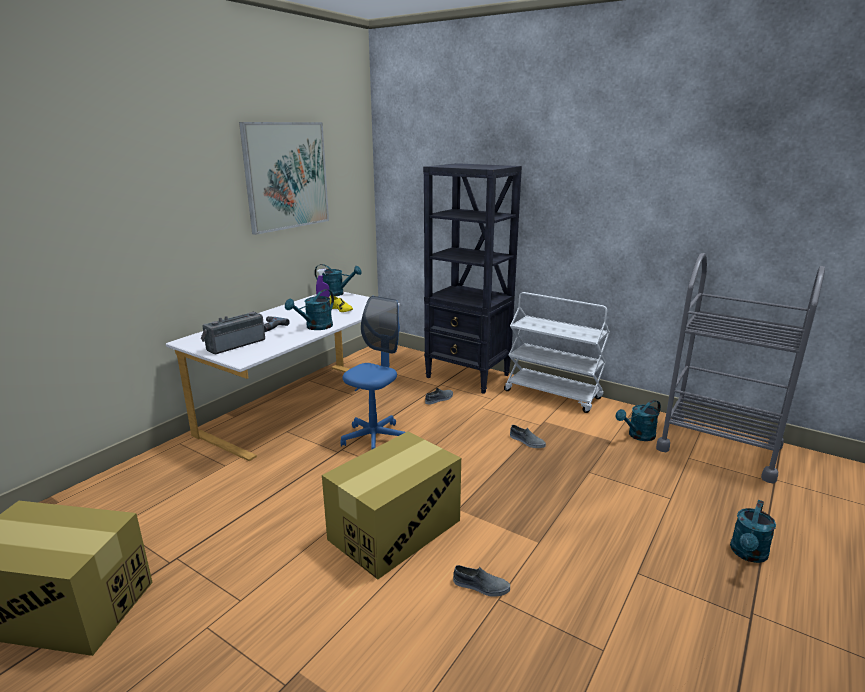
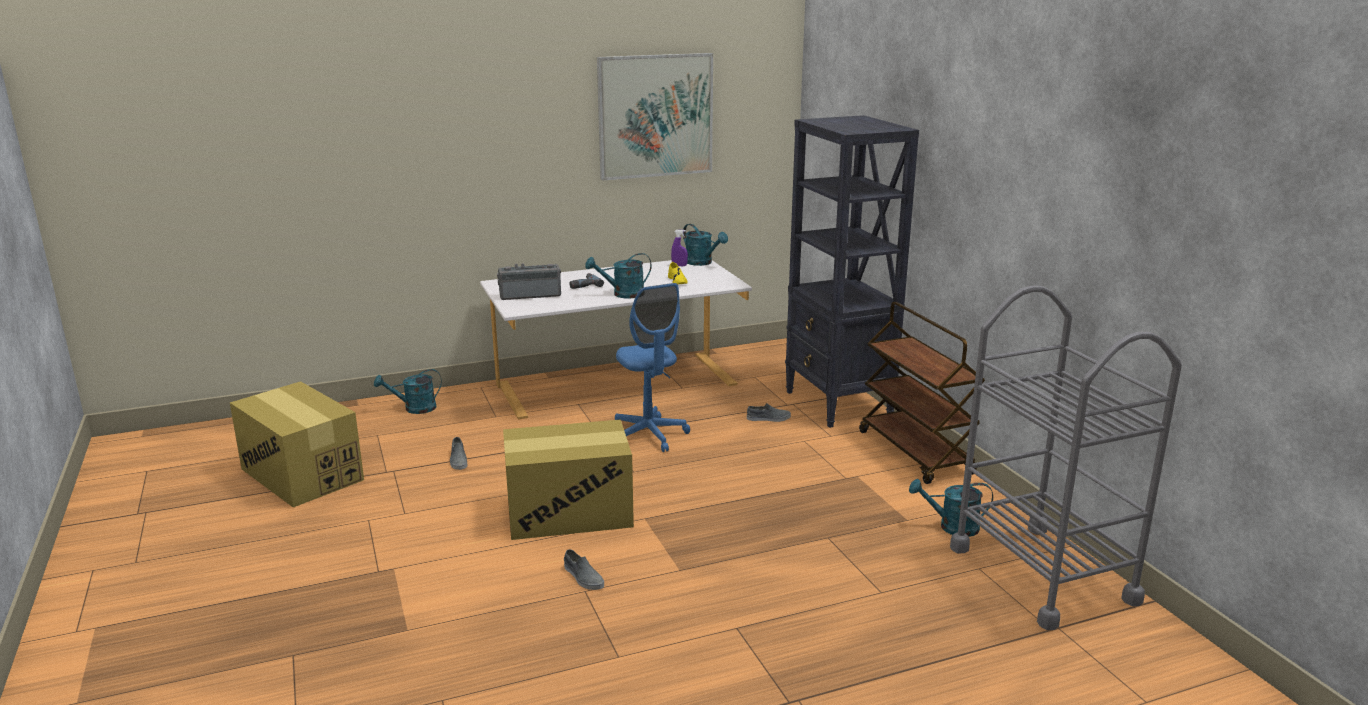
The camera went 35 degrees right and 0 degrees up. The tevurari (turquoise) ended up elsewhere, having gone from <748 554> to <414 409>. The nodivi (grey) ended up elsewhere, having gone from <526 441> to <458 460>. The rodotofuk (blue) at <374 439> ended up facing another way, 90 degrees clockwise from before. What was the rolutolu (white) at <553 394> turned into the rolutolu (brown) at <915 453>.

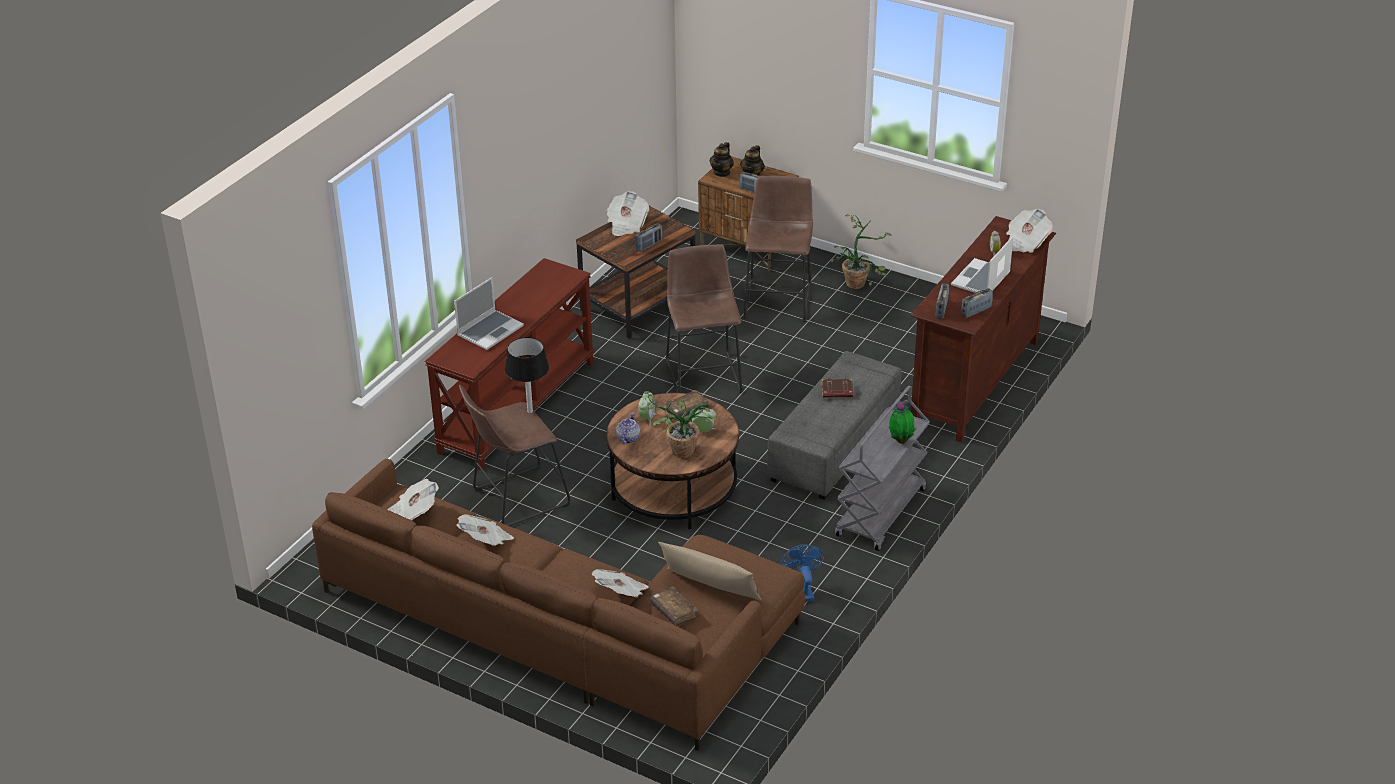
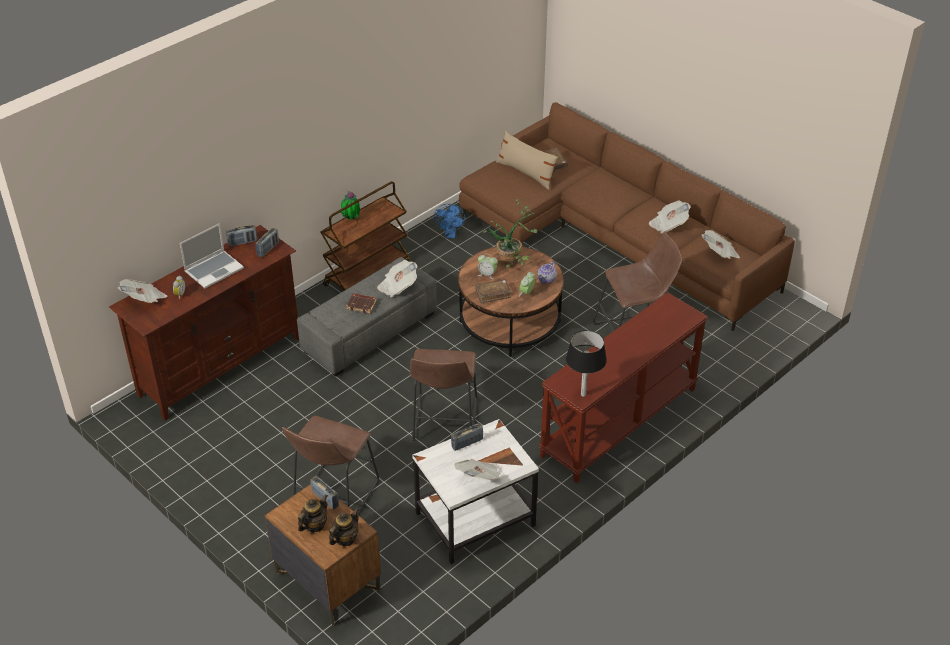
The camera went 165 degrees left and 5 degrees up. What was the rolutolu (grey) at <881 514> turned into the rolutolu (brown) at <367 274>. The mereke ended up elsewhere, having gone from <621 593> to <397 287>. What was the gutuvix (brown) at <637 305> turned into the gutuvix (white) at <475 521>. The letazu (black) ended up elsewhere, having gone from <530 412> to <583 394>. The second view lost the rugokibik at <490 330>. The second view lost the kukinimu at <860 282>.

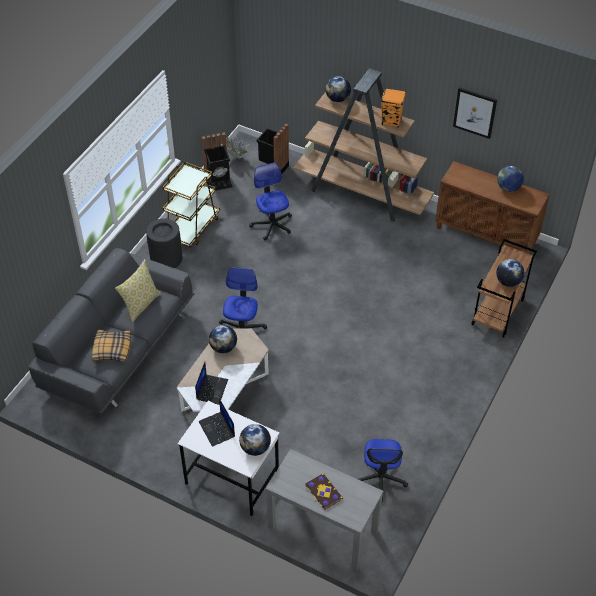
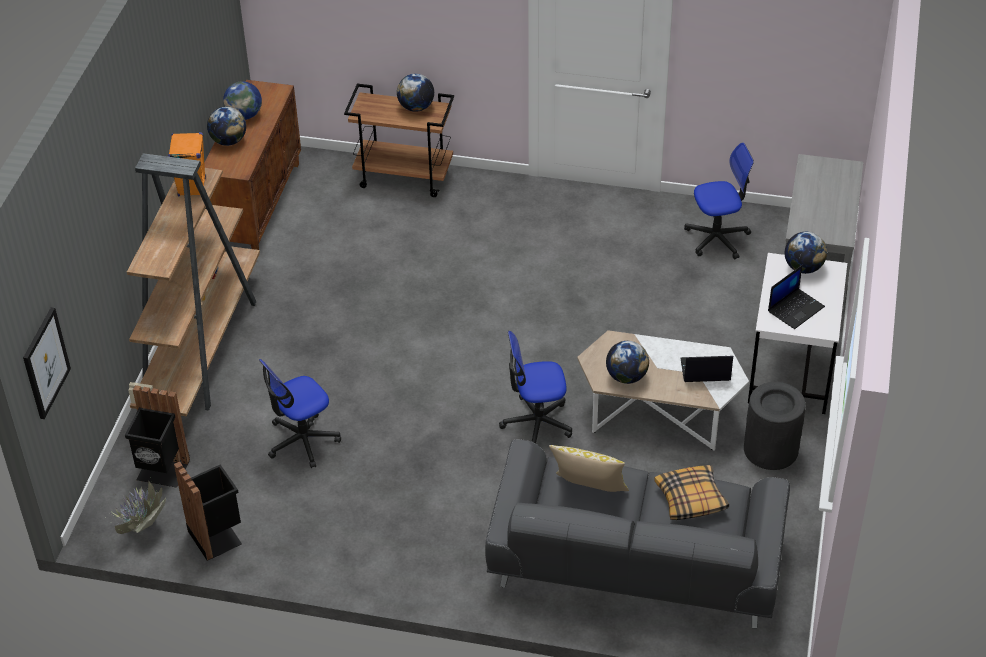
The camera went 105 degrees left and 5 degrees down. The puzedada ended up elsewhere, having gone from <475 112> to <45 363>. The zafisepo ended up elsewhere, having gone from <337 99> to <229 141>. The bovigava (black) ended up elsewhere, having gone from <166 258> to <771 449>. The second view lost the rolutolu (brown) at <192 227>. The second view lost the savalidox at <323 492>.

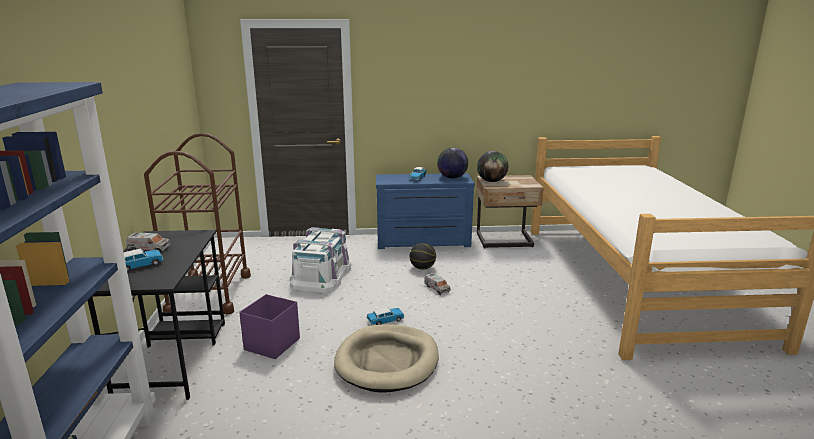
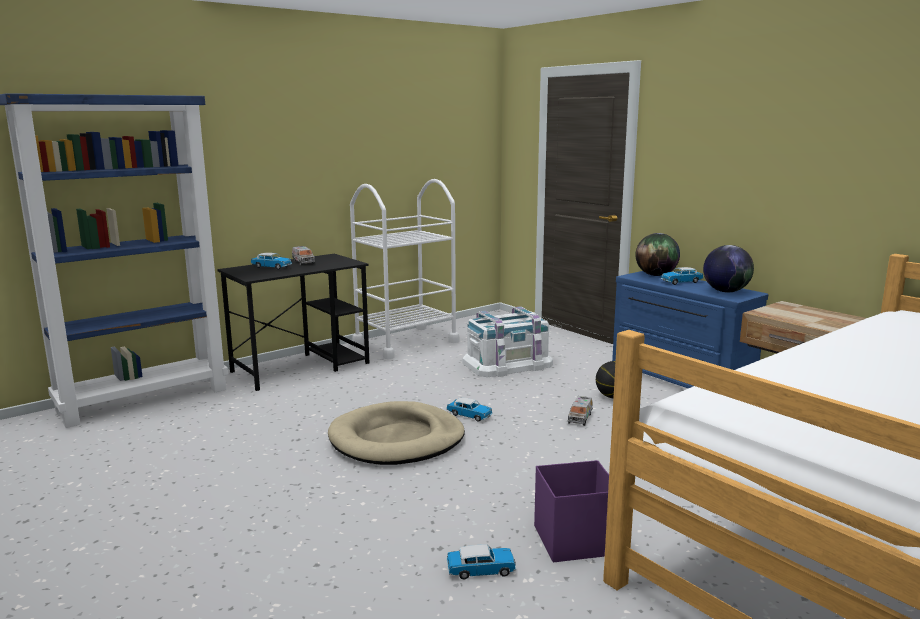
The camera went 55 degrees right and 5 degrees down. What was the rolutolu (brown) at <209 294> turned into the rolutolu (white) at <405 342>. The second view gained the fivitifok at <481 570>. The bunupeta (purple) ended up elsewhere, having gone from <271 344> to <573 540>. The zafisepo ended up elsewhere, having gone from <492 181> to <656 275>.

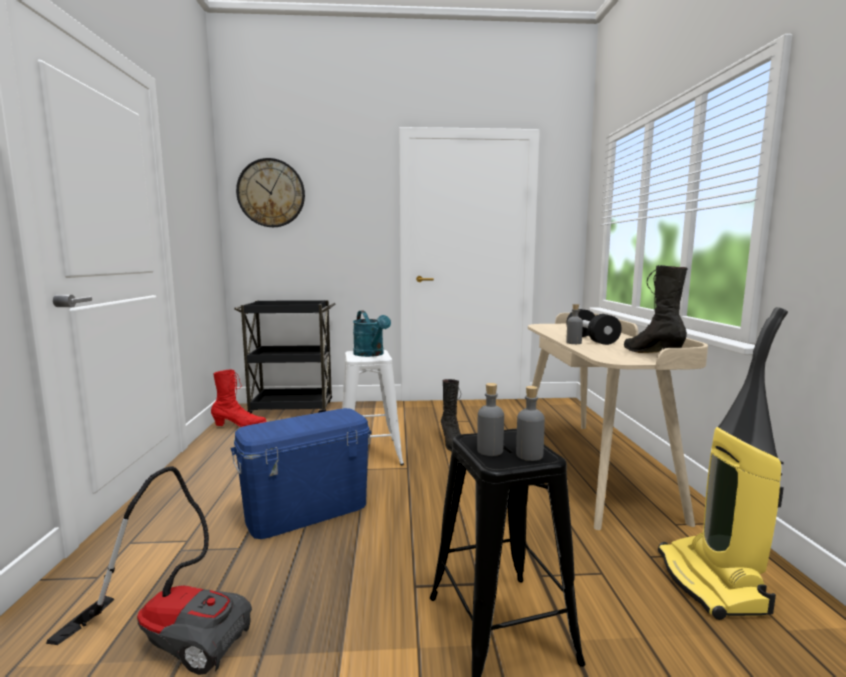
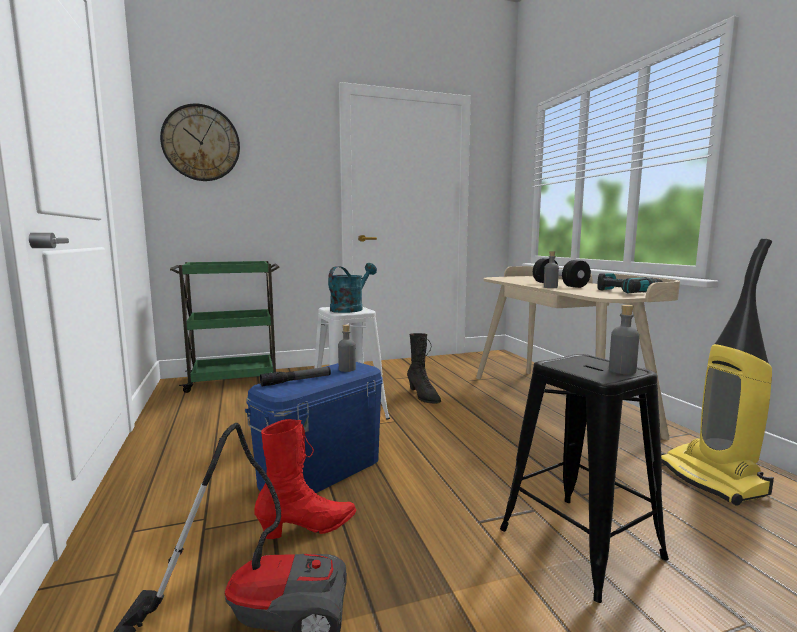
The camera went 15 degrees left and 0 degrees up. What was the rolutolu (black) at <292 410> turned into the rolutolu (green) at <234 380>. The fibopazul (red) ended up elsewhere, having gone from <239 425> to <309 528>. The second view gained the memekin at <296 381>. The tevurari (turquoise) at <371 354> ended up facing another way, 105 degrees counterclockwise from before. The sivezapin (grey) ended up elsewhere, having gone from <490 451> to <347 369>. Where the fibopazul (black) stood at <651 354>, the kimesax came to stand at <628 292>.

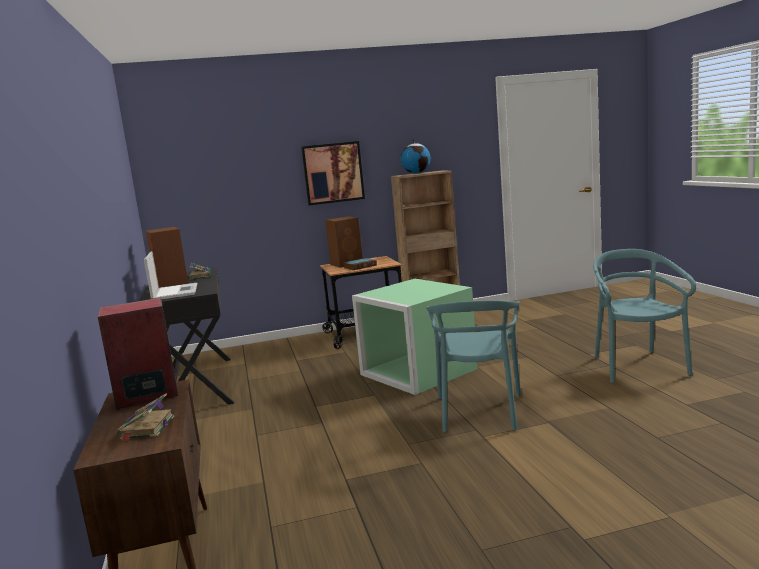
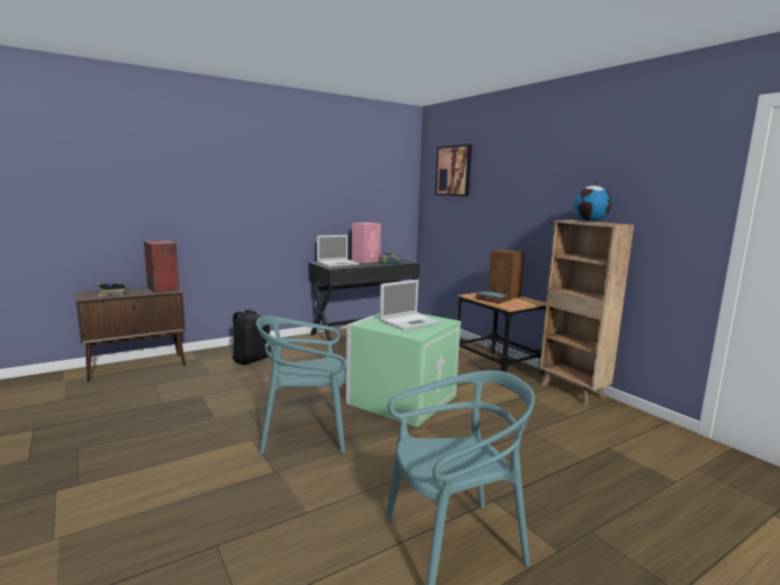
The camera went 70 degrees right and 0 degrees up. The second view gained the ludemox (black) at <251 360>. What was the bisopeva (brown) at <171 283> turned into the bisopeva (pink) at <366 261>. The second view gained the rugokibik at <410 322>. The puzedada ended up elsewhere, having gone from <333 173> to <453 171>.

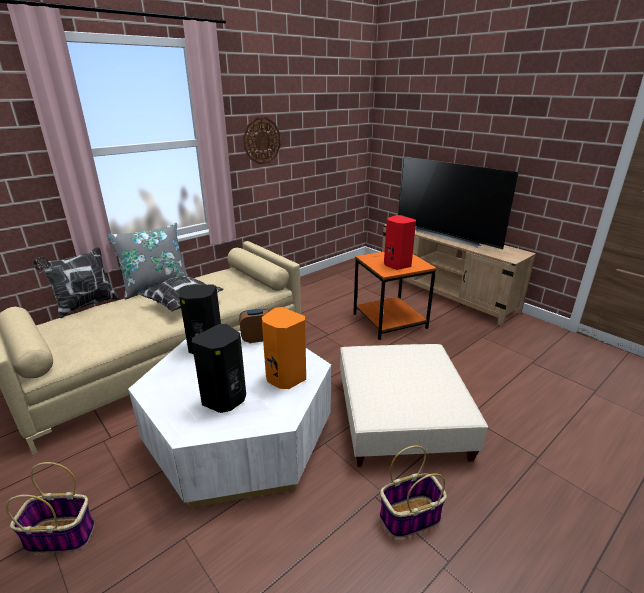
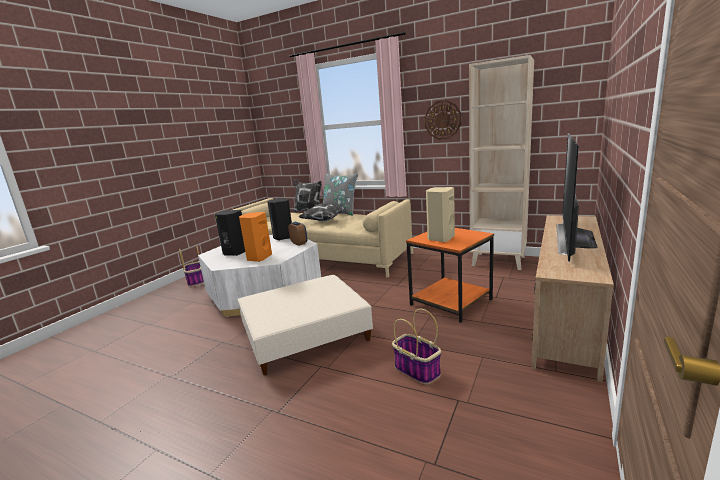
The camera went 70 degrees right and 10 degrees down. The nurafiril ended up elsewhere, having gone from <409 517> to <416 370>. What was the bisopeva (red) at <396 265> turned into the bisopeva (beige) at <440 238>. The second view gained the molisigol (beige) at <499 261>.

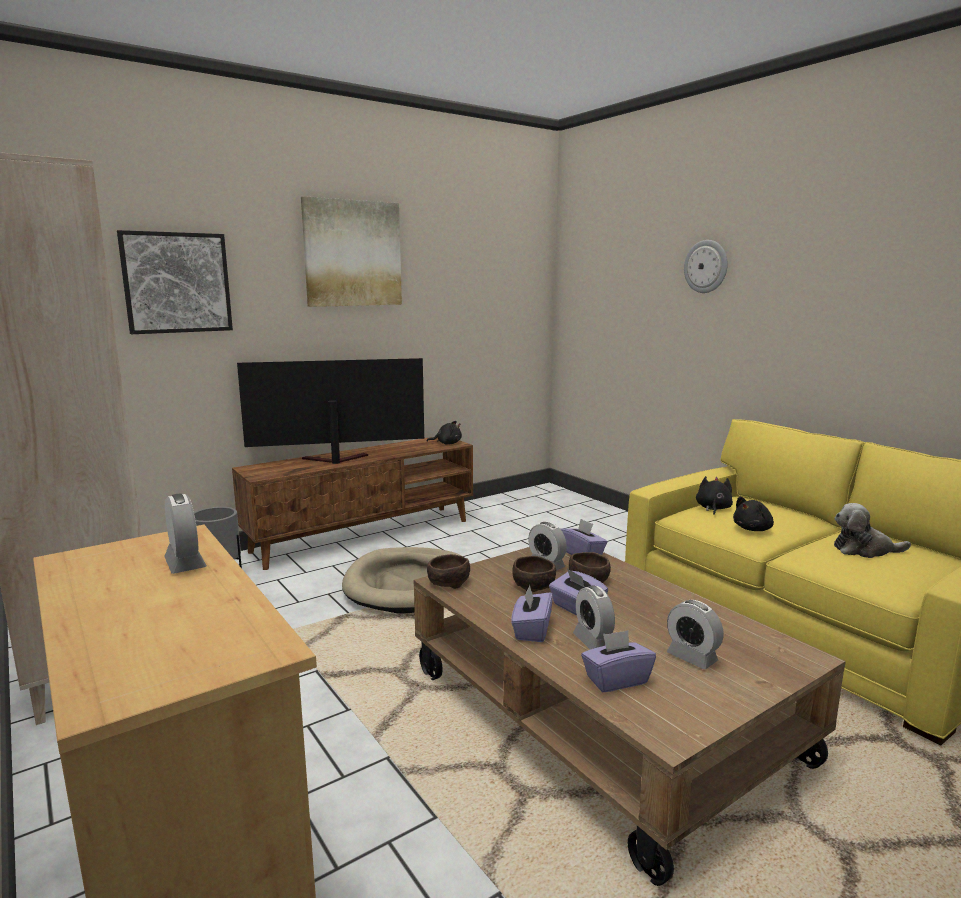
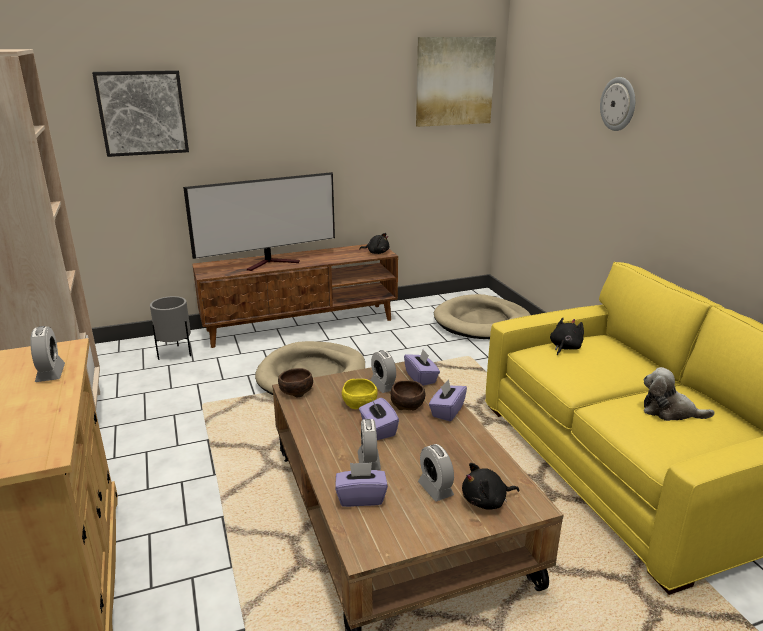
The camera went 15 degrees right and 10 degrees up. The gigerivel at <333 460> ended up facing another way, 150 degrees clockwise from before. What was the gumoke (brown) at <534 586> turned into the gumoke (yellow) at <360 403>. The puzedada ended up elsewhere, having gone from <352 253> to <454 81>. The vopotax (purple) ended up elsewhere, having gone from <531 630> to <447 411>. The second view gained the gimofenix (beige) at <482 322>. The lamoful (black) ended up elsewhere, having gone from <753 529> to <486 501>.

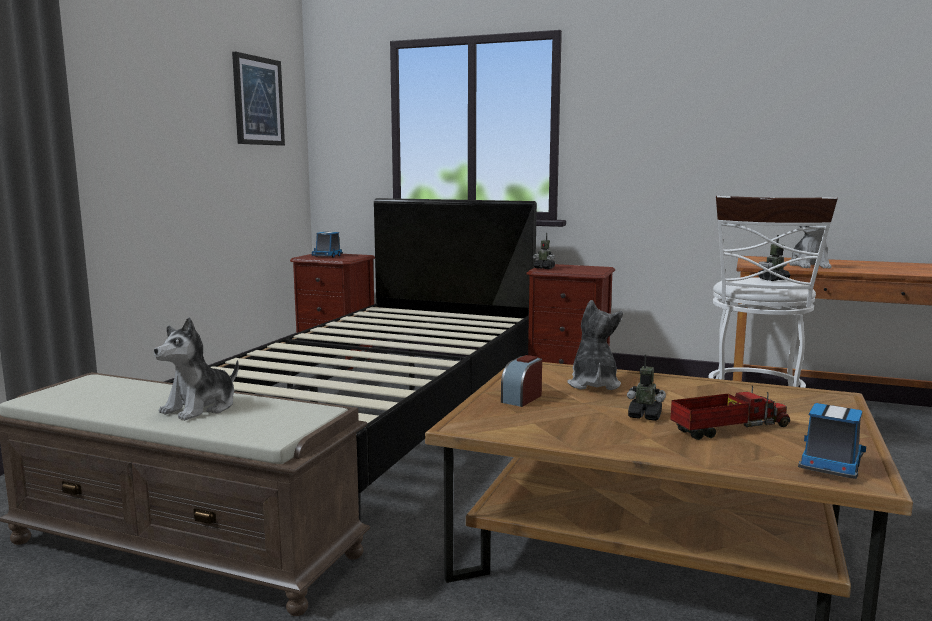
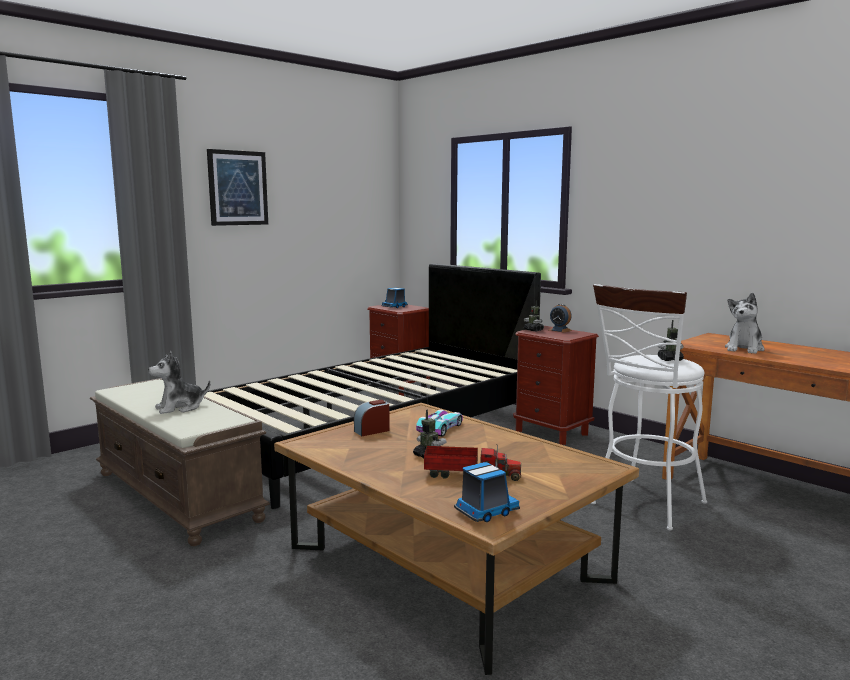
The camera went 25 degrees right and 0 degrees up. The puzedada ended up elsewhere, having gone from <258 101> to <237 188>. Where the lamoful stood at <593 384>, the fivitifok came to stand at <440 428>. The second view gained the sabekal at <560 330>.

